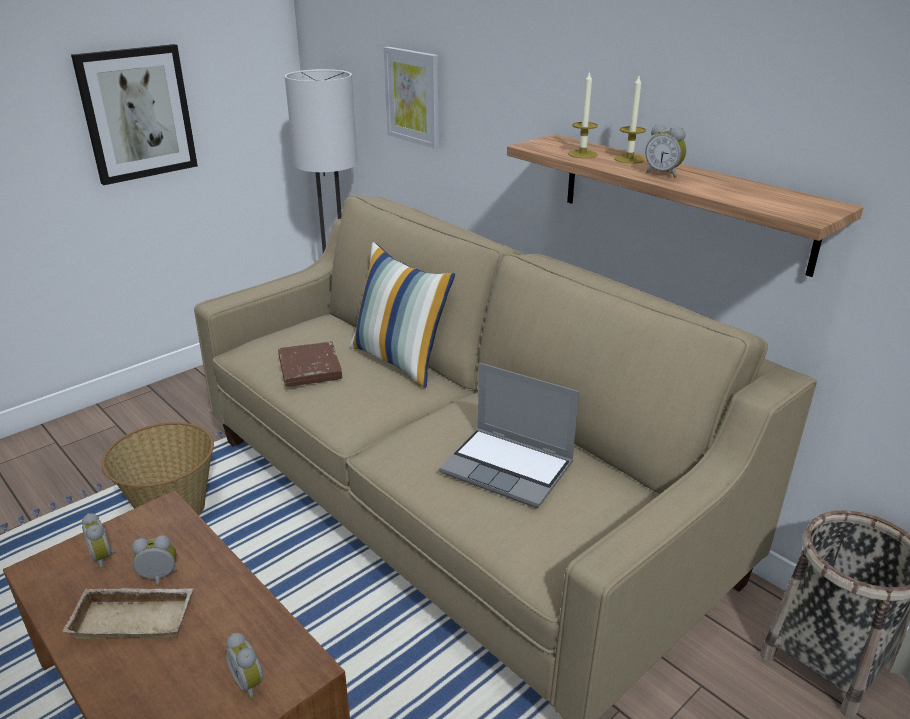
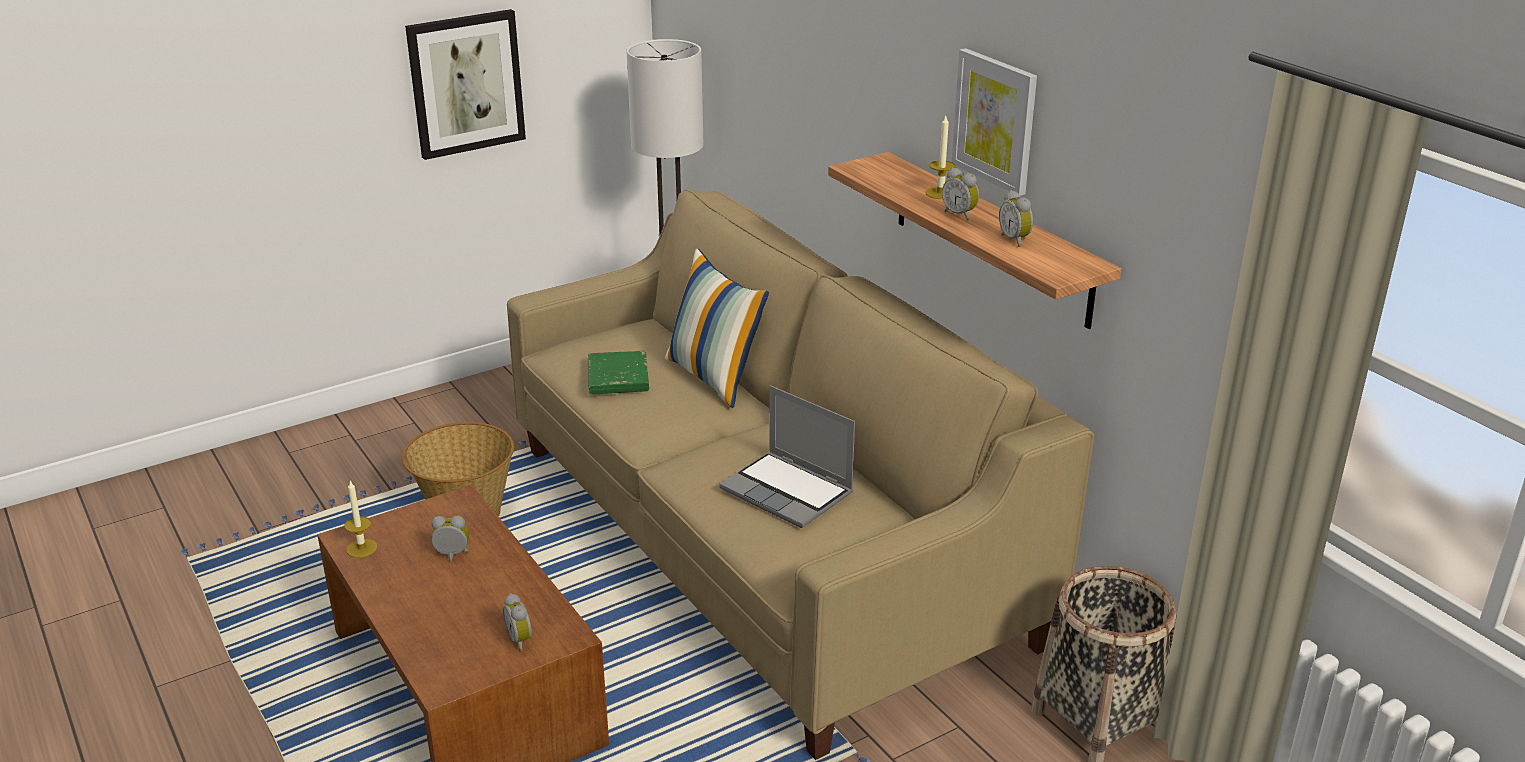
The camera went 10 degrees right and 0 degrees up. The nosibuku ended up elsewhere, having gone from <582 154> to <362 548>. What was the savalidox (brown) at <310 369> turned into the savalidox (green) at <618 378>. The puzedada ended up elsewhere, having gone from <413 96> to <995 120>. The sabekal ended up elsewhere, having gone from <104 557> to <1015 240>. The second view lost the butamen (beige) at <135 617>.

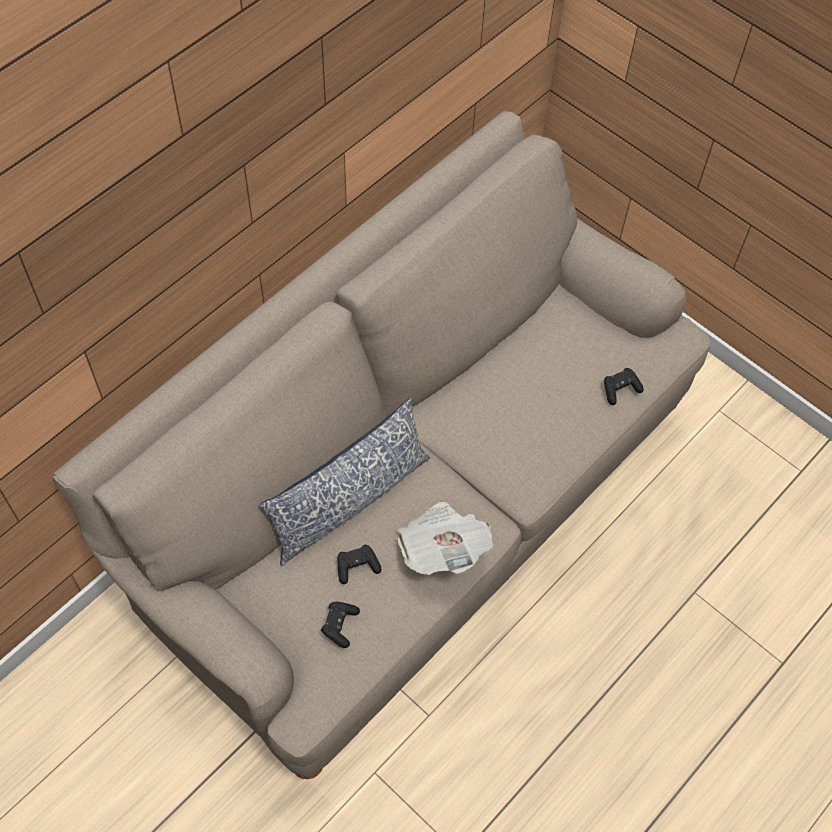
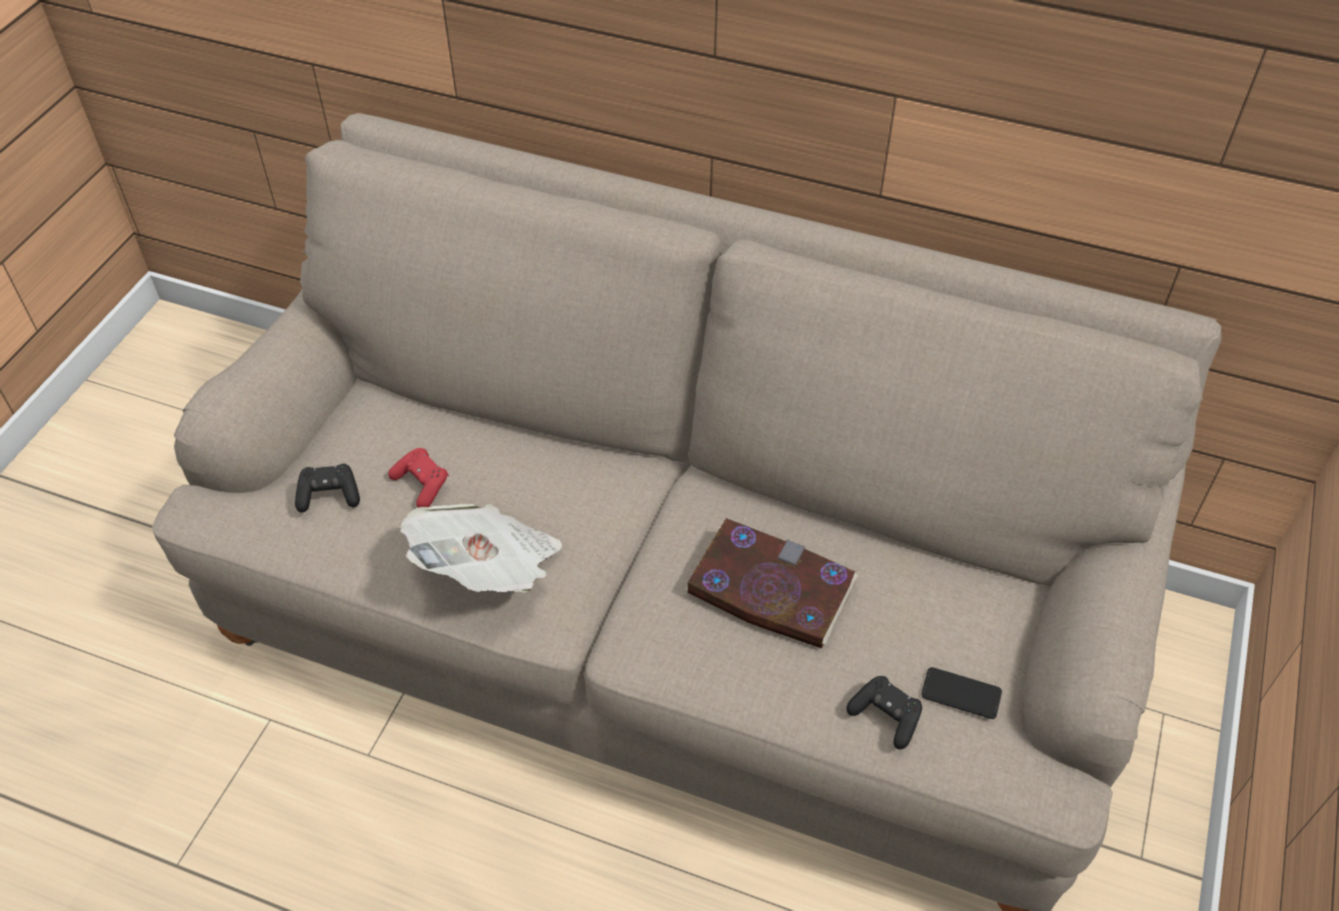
The camera went 70 degrees right and 10 degrees down. What was the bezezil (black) at <357 567> turned into the bezezil (red) at <422 484>. The second view gained the savalidox at <769 588>. The second view gained the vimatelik at <961 694>. The second view lost the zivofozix at <349 501>.

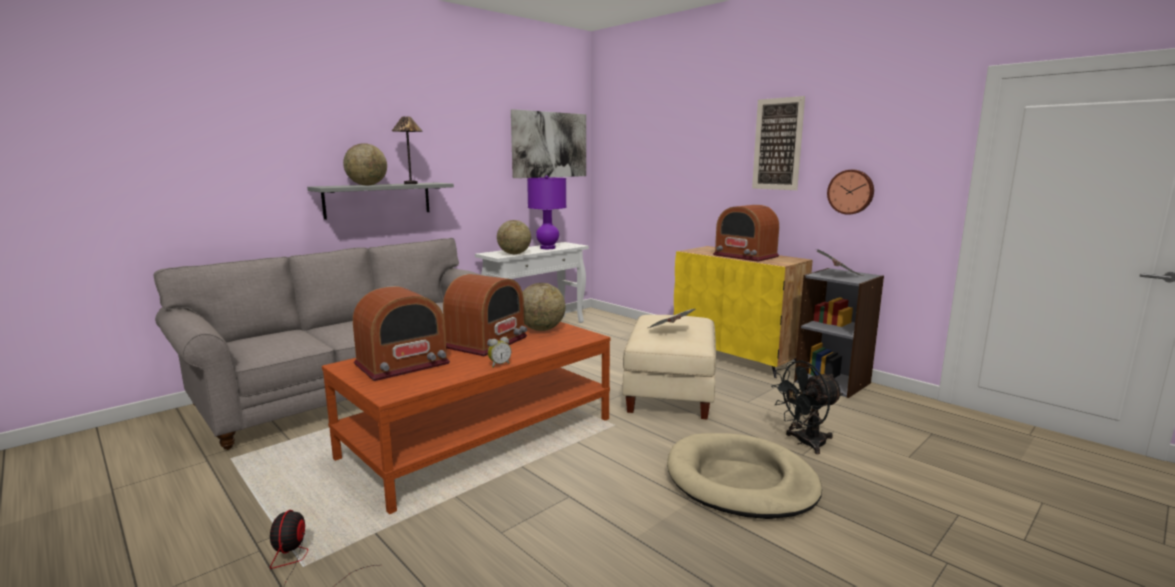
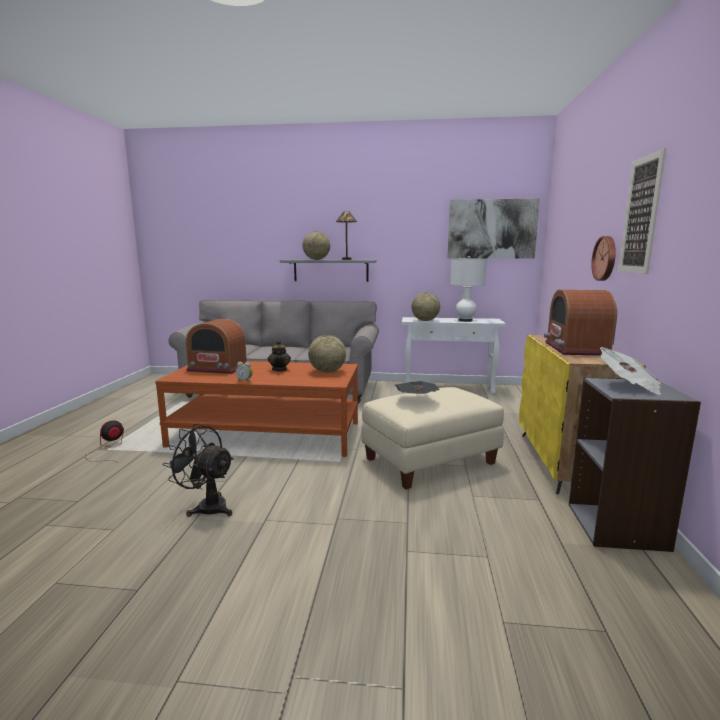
The camera went 50 degrees right and 0 degrees up. The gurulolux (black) ended up elsewhere, having gone from <804 443> to <207 506>. Where the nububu stood at <486 342>, the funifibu came to stand at <279 369>. What was the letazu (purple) at <547 248> turned into the letazu (white) at <465 320>. The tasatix ended up elsewhere, having gone from <851 192> to <605 258>. The second view lost the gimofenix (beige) at <740 481>.

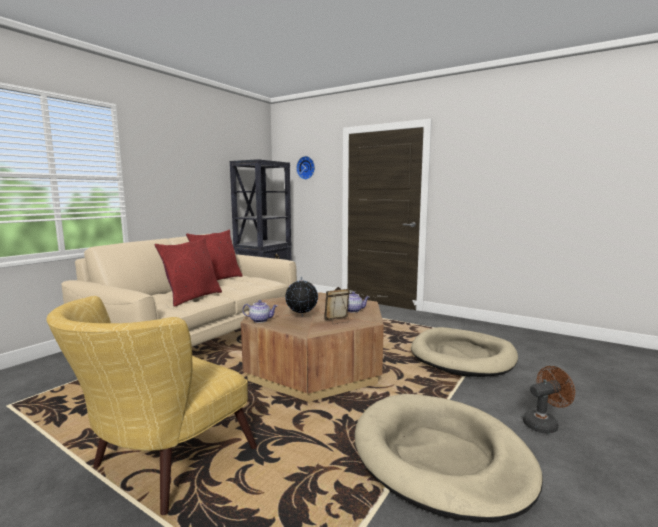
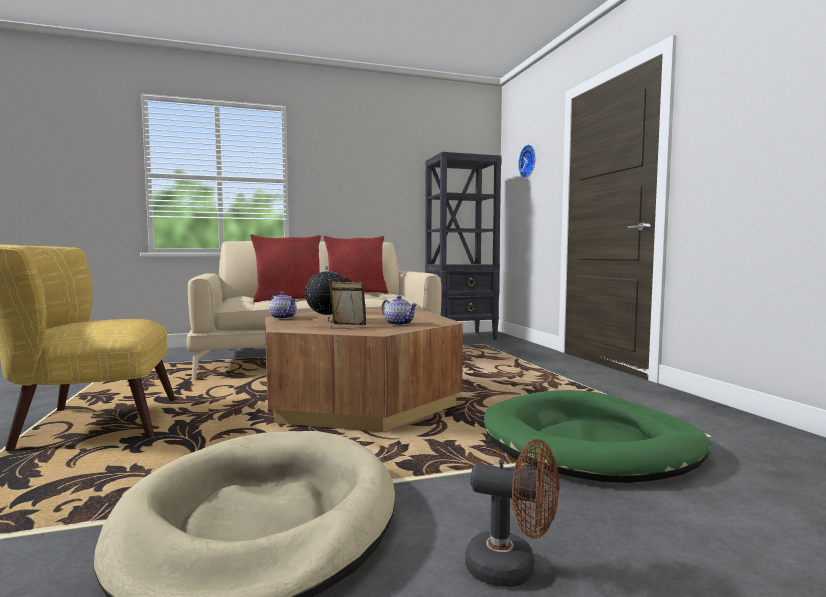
The camera went 40 degrees right and 5 degrees down. What was the gimofenix (beige) at <462 356> turned into the gimofenix (green) at <590 443>.

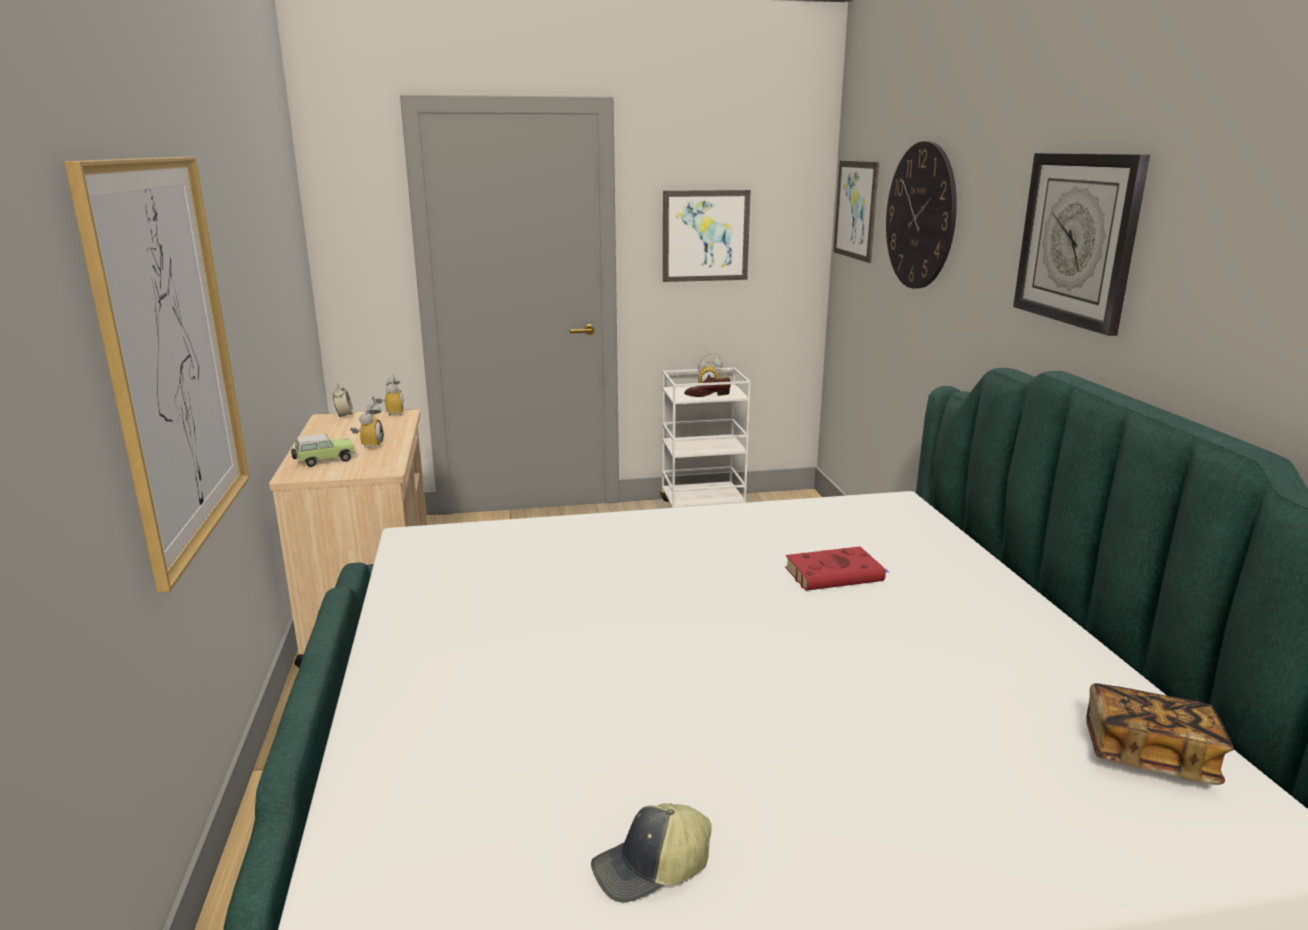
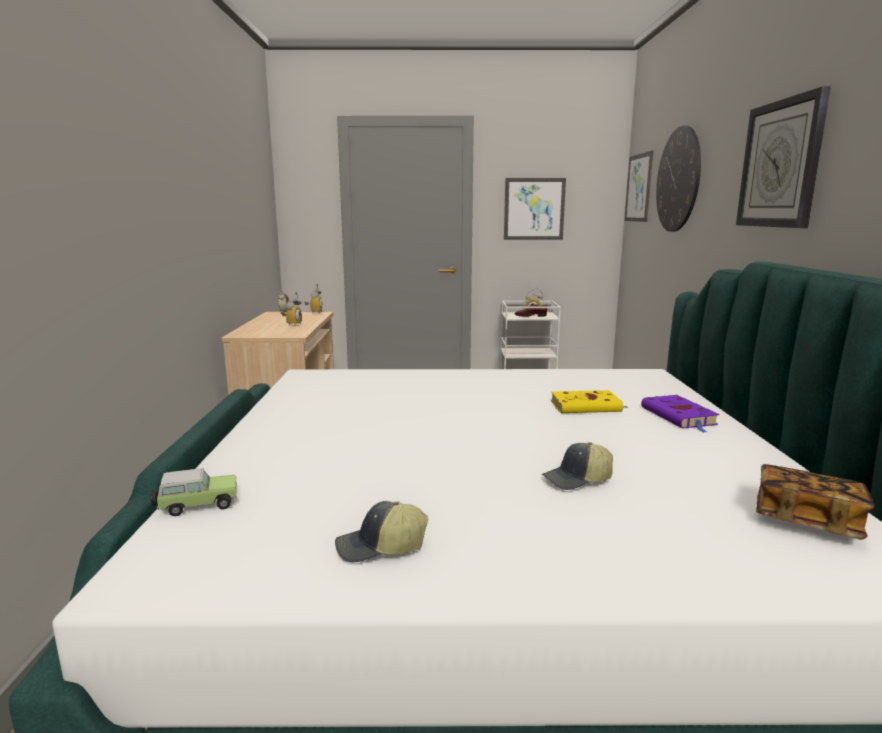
The camera went 10 degrees right and 5 degrees down. The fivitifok ended up elsewhere, having gone from <324 461> to <197 506>. The second view gained the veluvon at <577 480>. What was the savalidox (red) at <836 574> turned into the savalidox (yellow) at <587 406>. The second view gained the savalidox (purple) at <680 417>. The second view lost the puzedada at <172 356>.

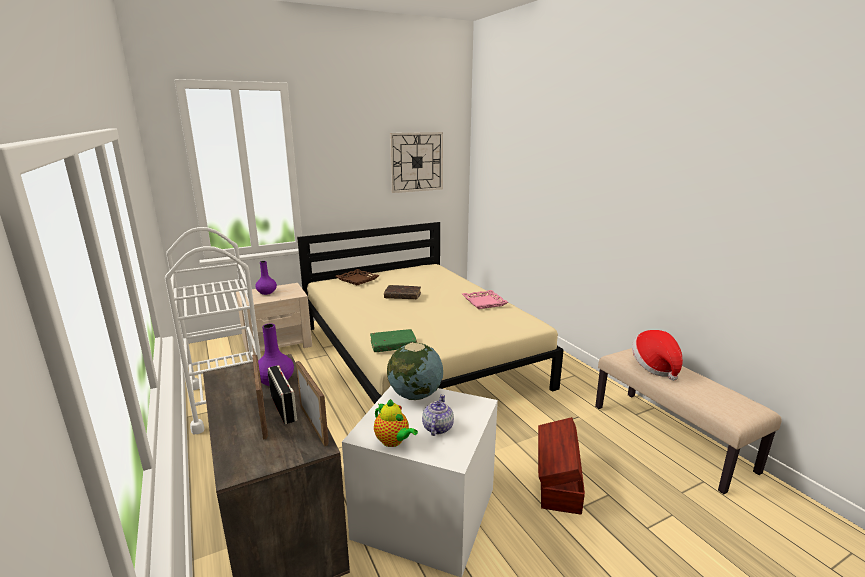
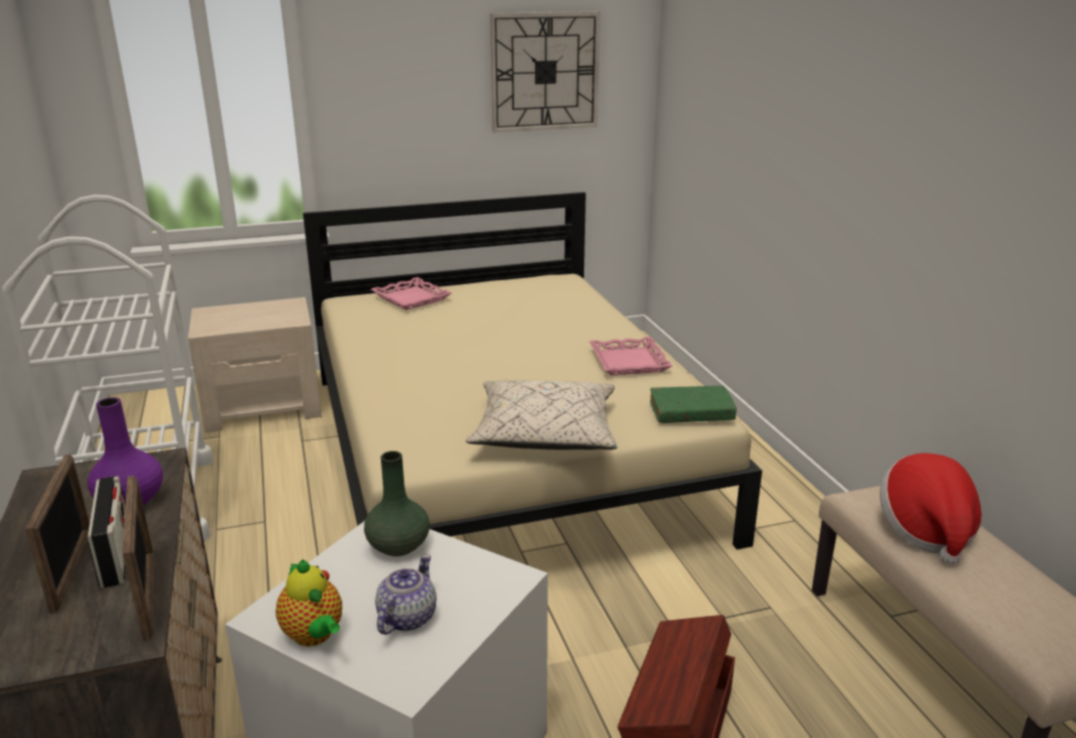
The camera went 10 degrees right and 5 degrees up. Where the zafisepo stood at <415 395>, the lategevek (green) came to stand at <398 546>. What was the butamen (brown) at <357 280> turned into the butamen (pink) at <411 298>. The second view gained the zivofozix (beige) at <545 433>. The savalidox (green) ended up elsewhere, having gone from <393 345> to <691 413>. The second view lost the lategevek (purple) at <267 292>. The second view lost the savalidox (brown) at <402 296>.

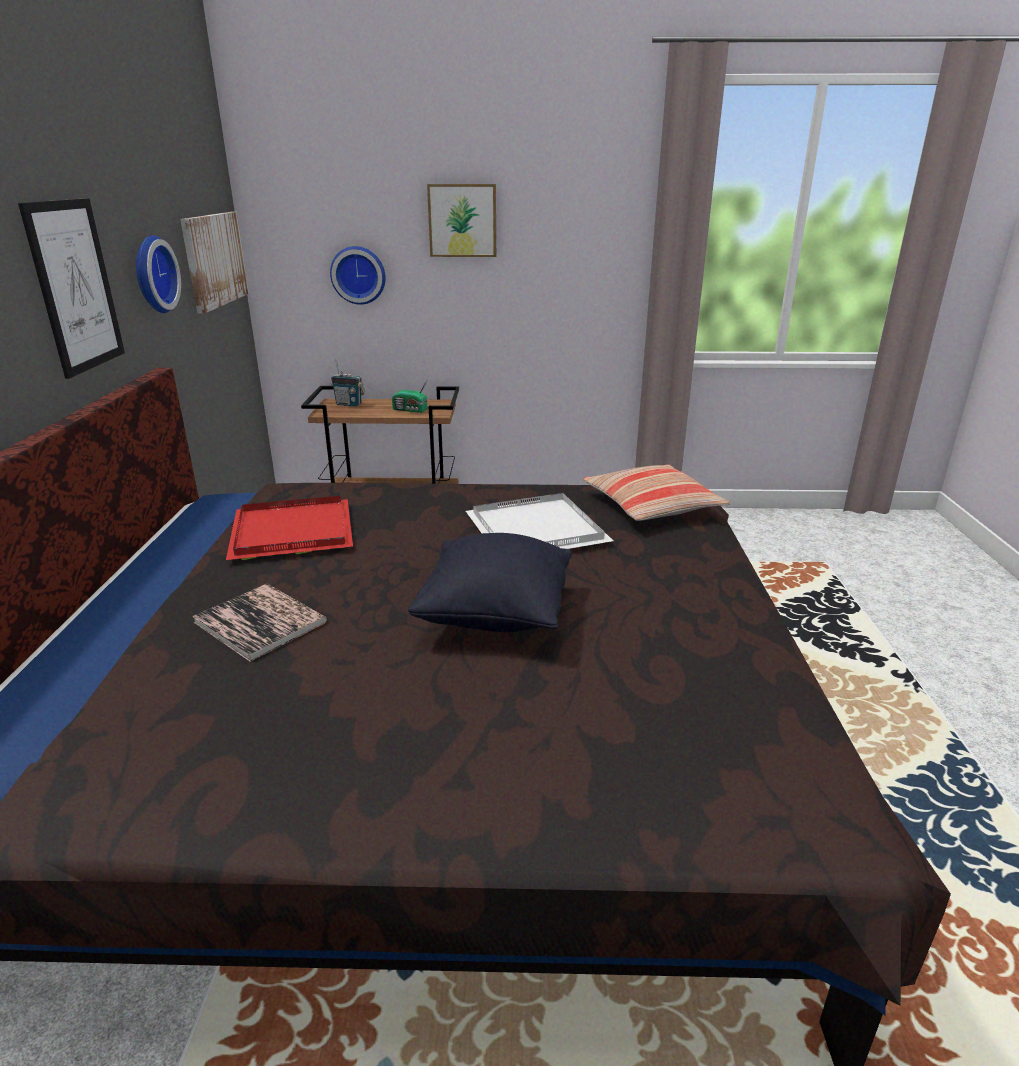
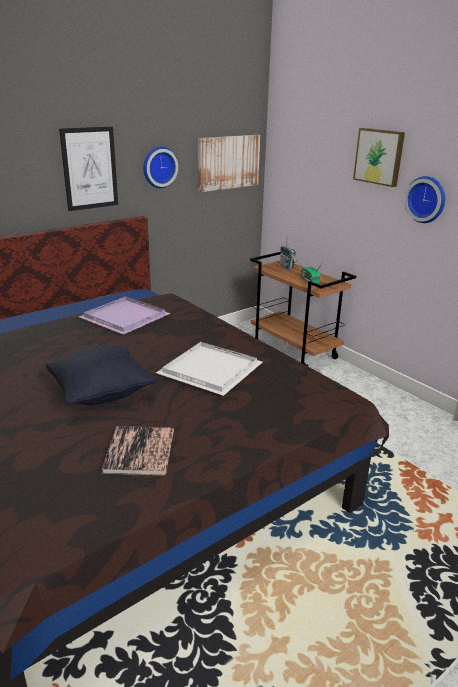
The camera went 50 degrees right and 0 degrees up. What was the butamen (red) at <294 531> turned into the butamen (purple) at <126 318>. The savalidox ended up elsewhere, having gone from <260 622> to <140 451>. The tasatix ended up elsewhere, having gone from <359 275> to <426 199>. The second view lost the zivofozix at <652 506>.

